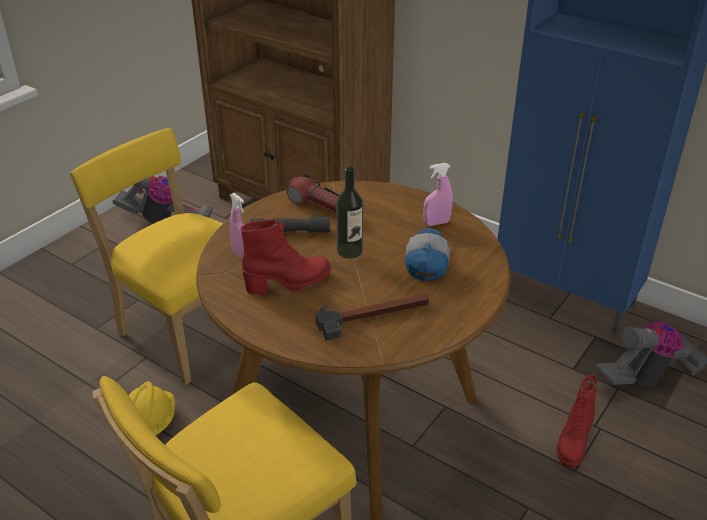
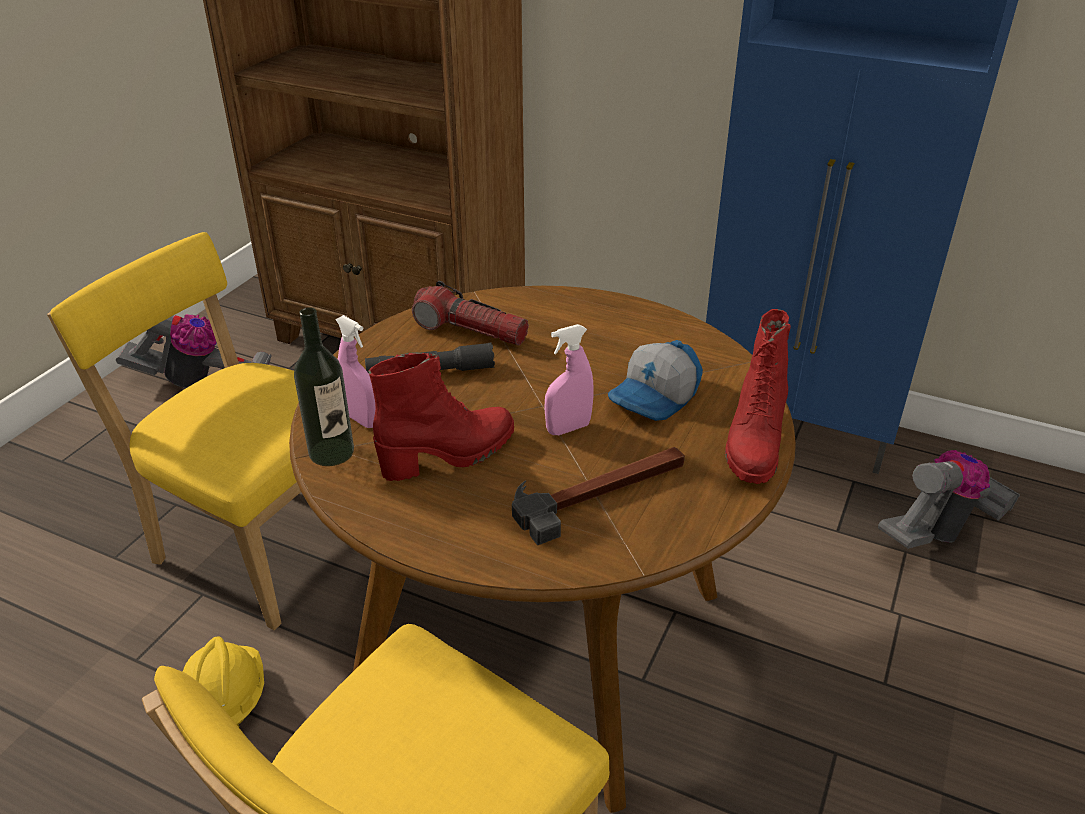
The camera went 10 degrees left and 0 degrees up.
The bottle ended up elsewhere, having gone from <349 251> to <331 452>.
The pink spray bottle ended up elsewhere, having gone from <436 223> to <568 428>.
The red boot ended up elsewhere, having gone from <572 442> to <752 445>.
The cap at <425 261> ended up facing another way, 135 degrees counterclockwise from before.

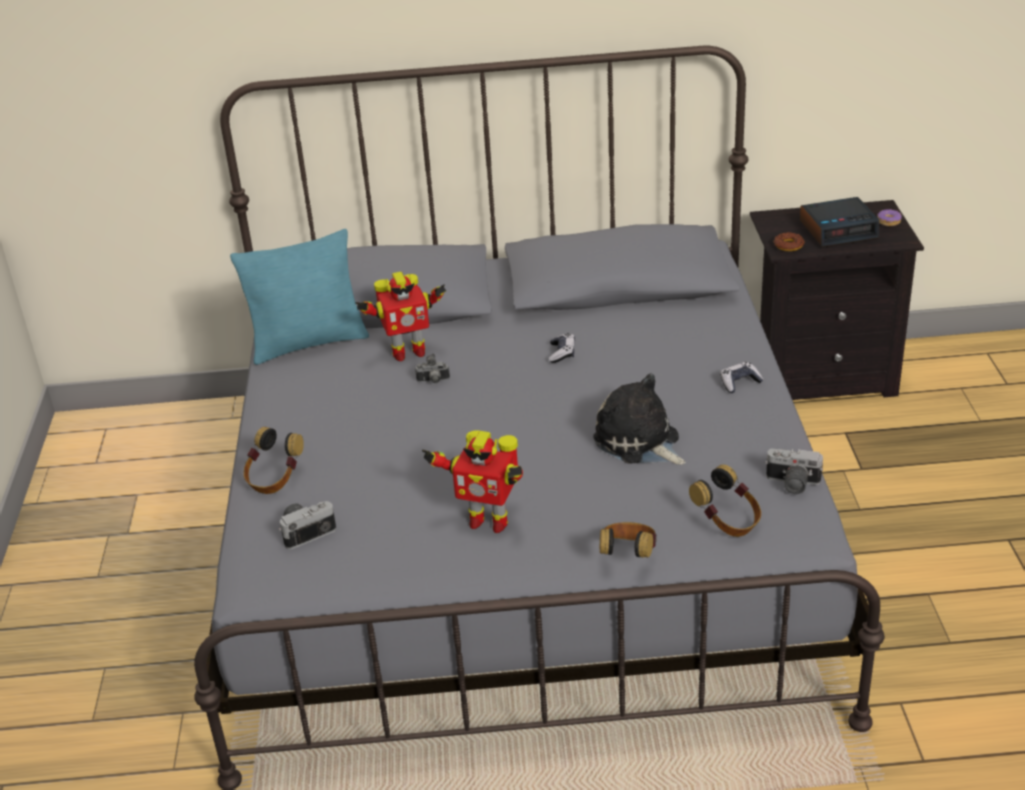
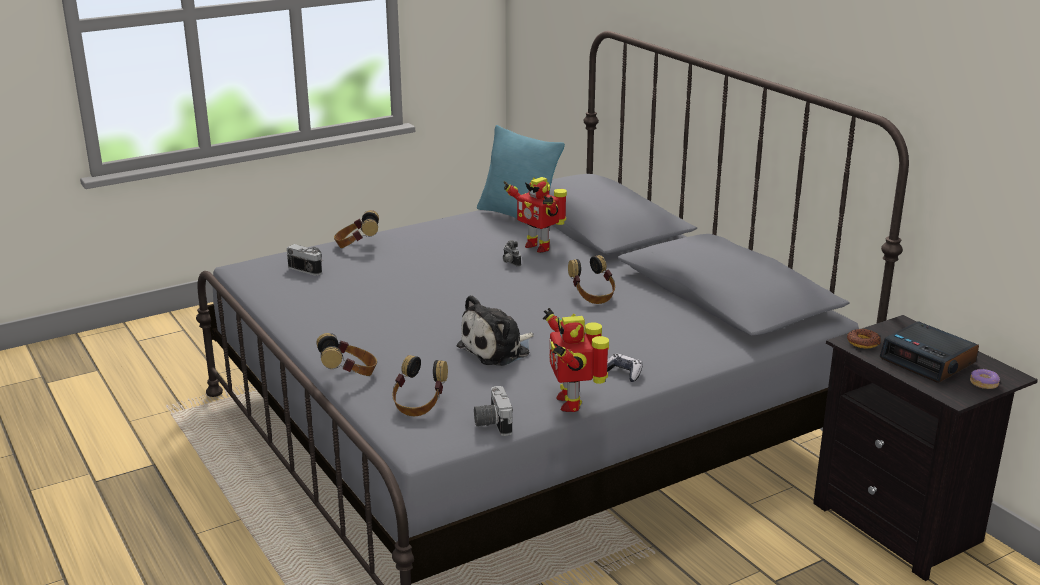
The camera went 60 degrees right and 10 degrees down.
The toy robot ended up elsewhere, having gone from <487 521> to <571 402>.
Where the game controller stood at <562 353>, the headphones came to stand at <592 296>.
The plush toy at <639 442> ended up facing another way, 150 degrees counterclockwise from before.

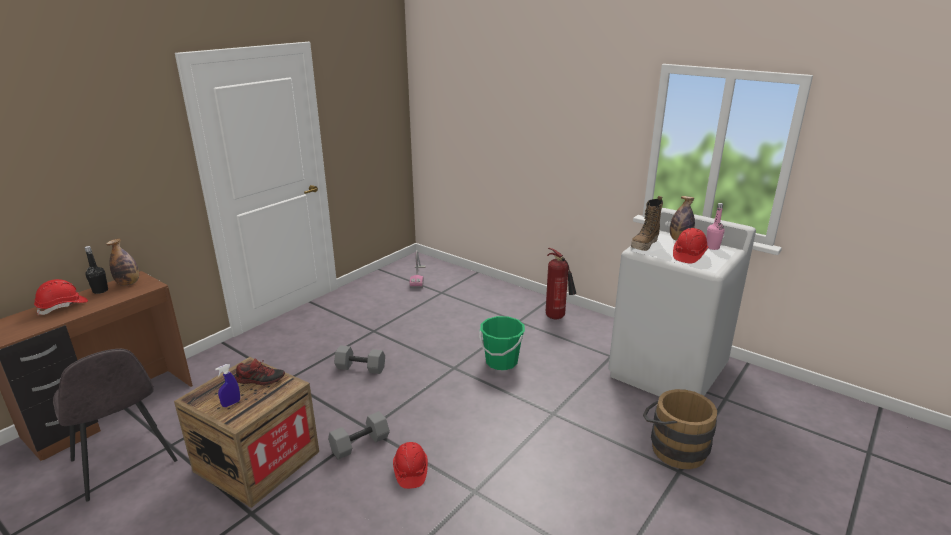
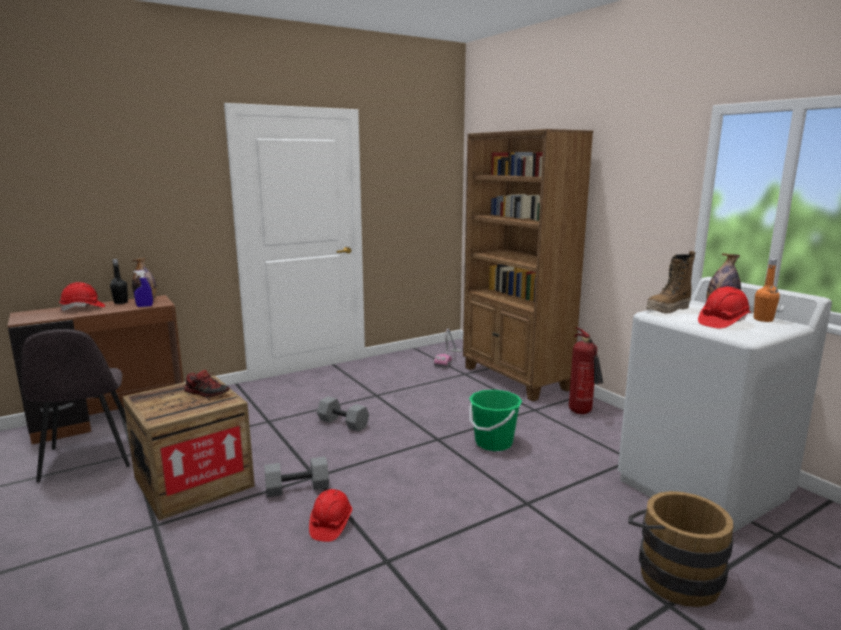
The camera went 20 degrees right and 10 degrees down.
The second view gained the brown bookcase at <515 379>.
The blue spray bottle ended up elsewhere, having gone from <231 403> to <144 306>.
What was the pink bottle at <712 247> turned into the orange bottle at <763 319>.

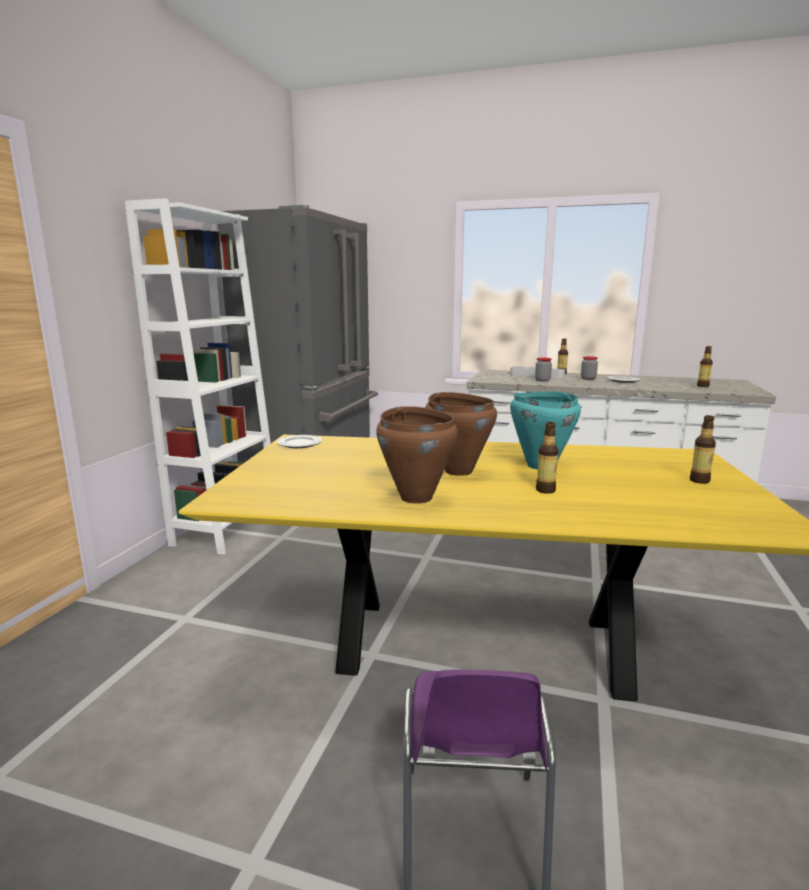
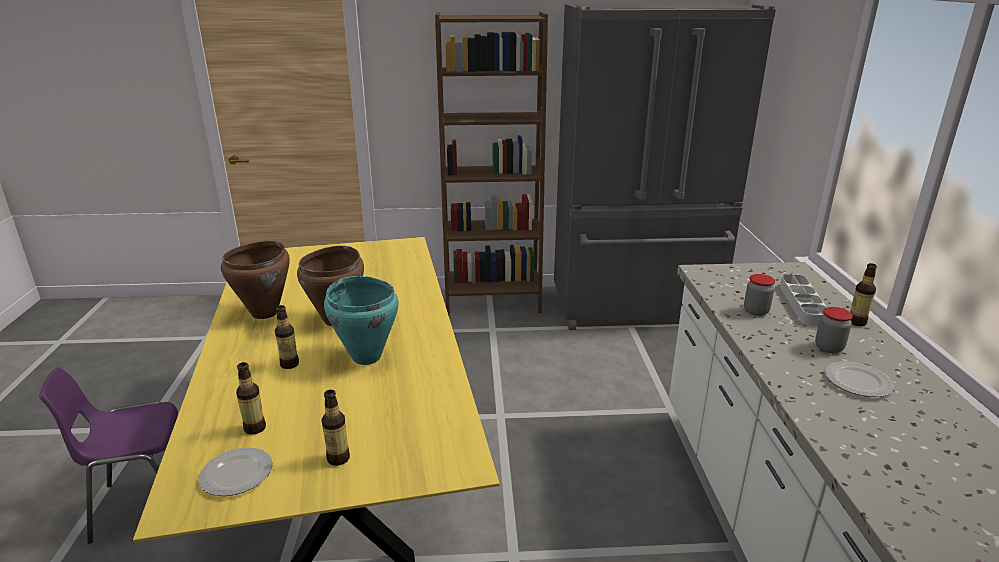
The camera went 70 degrees right and 10 degrees up.
The plate ended up elsewhere, having gone from <299 444> to <236 474>.
The bottle ended up elsewhere, having gone from <702 386> to <255 428>.
What was the white bookcase at <227 528> turned into the brown bookcase at <492 301>.

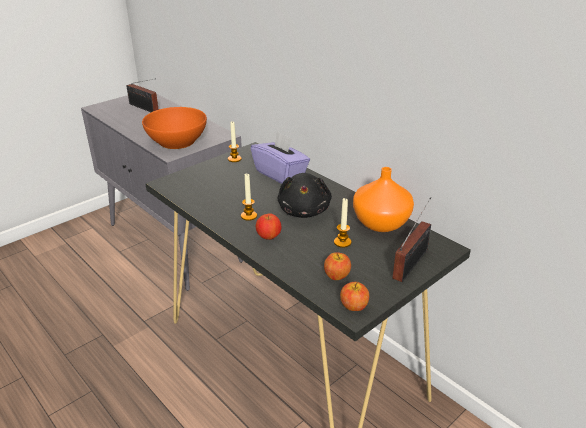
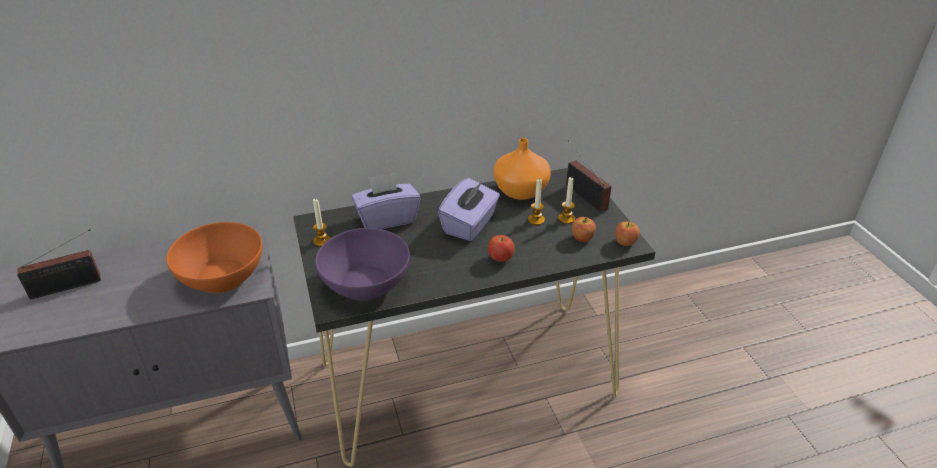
The camera went 65 degrees left and 5 degrees up.
The second view gained the purple bowl at <366 283>.
The candle ended up elsewhere, having gone from <249 216> to <566 218>.
Where the black plush toy stood at <304 210>, the purple tissue box came to stand at <470 225>.

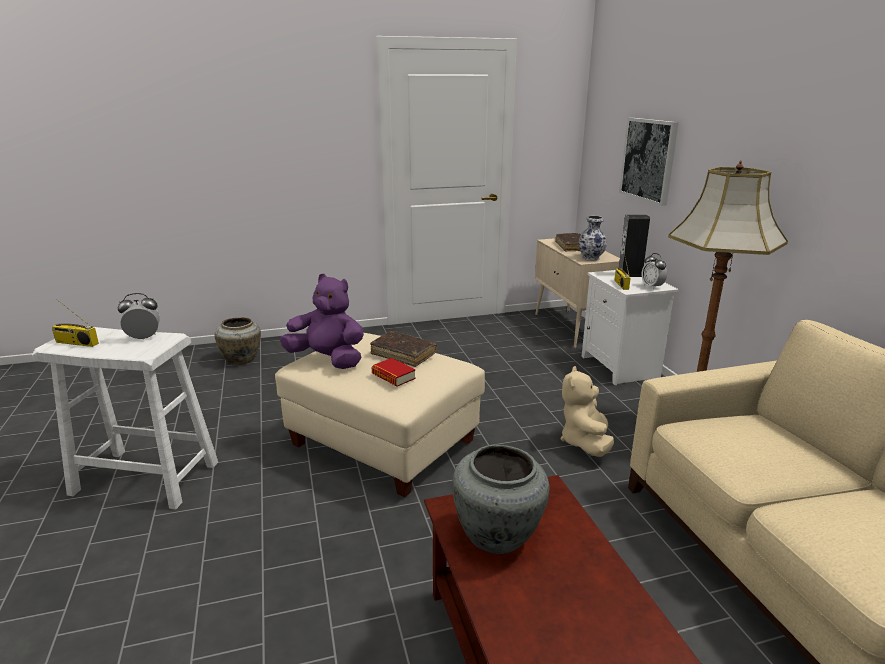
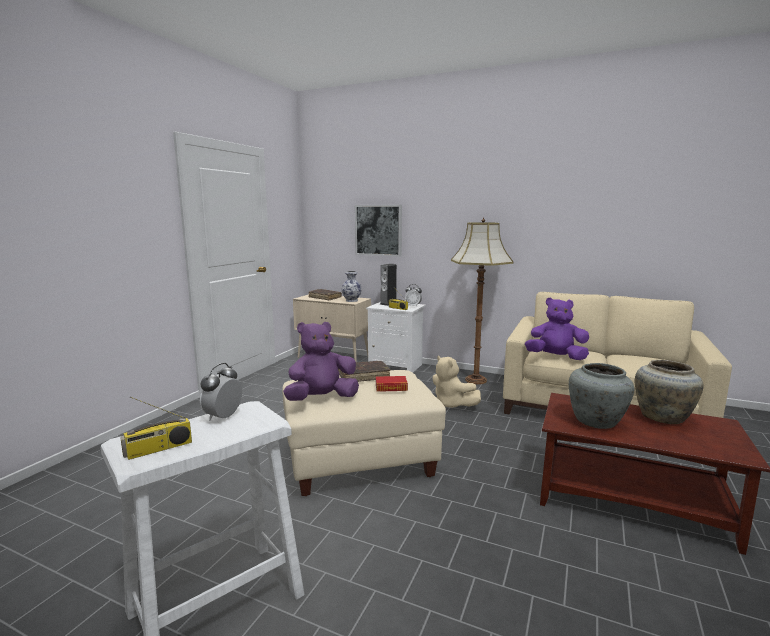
The camera went 50 degrees left and 10 degrees down.
The second view gained the purple plush toy at <556 357>.
The beige vase ended up elsewhere, having gone from <242 360> to <663 417>.

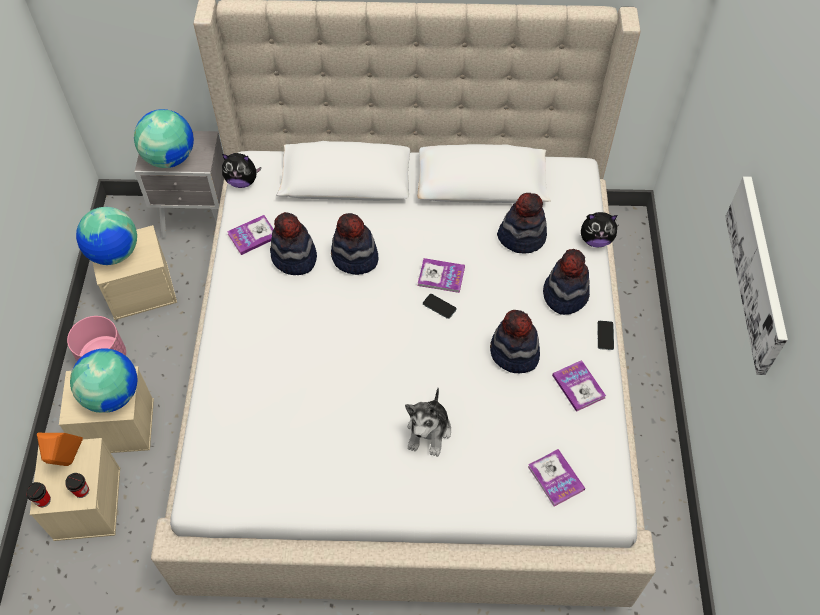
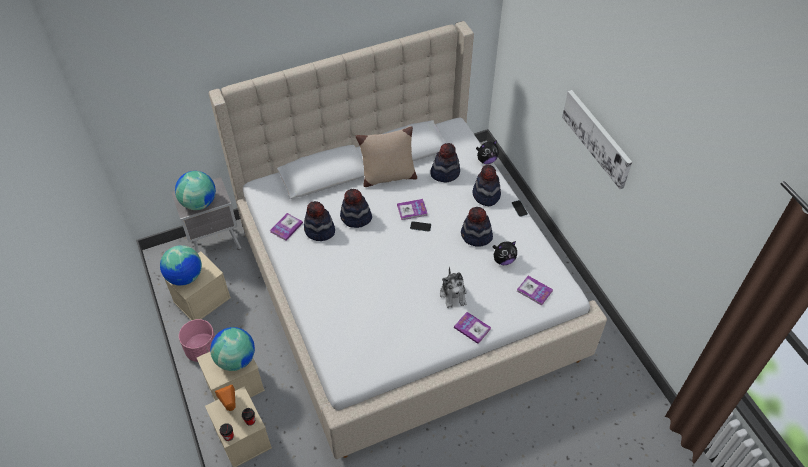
The camera went 25 degrees left and 5 degrees down.
The second view gained the beige pillow at <387 177>.
The plush toy ended up elsewhere, having gone from <242 181> to <503 260>.
The book ended up elsewhere, having gone from <578 386> to <472 328>.

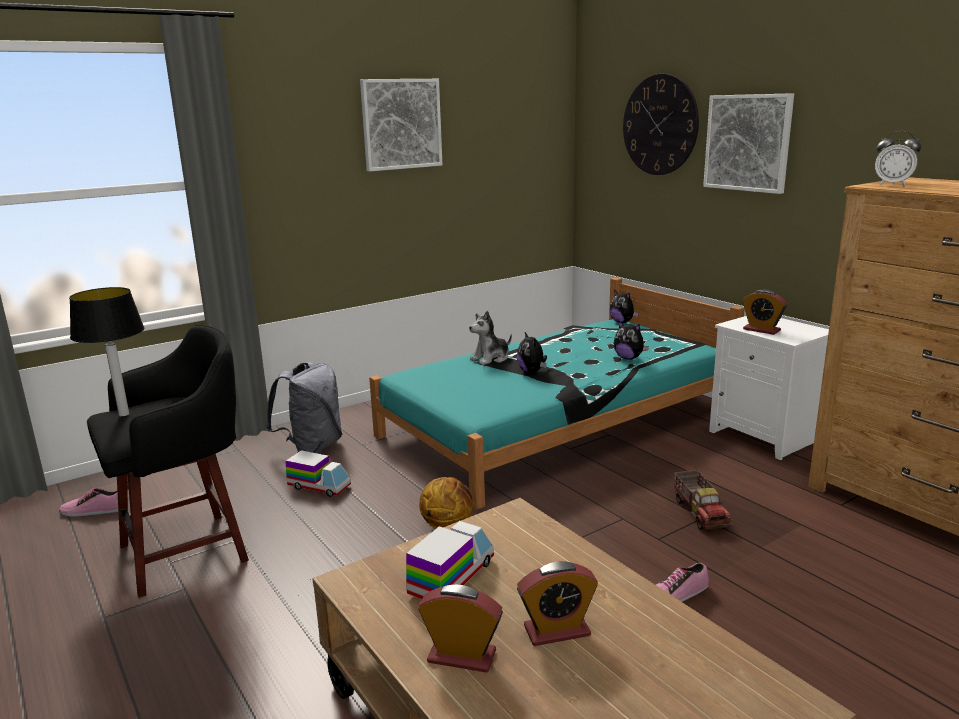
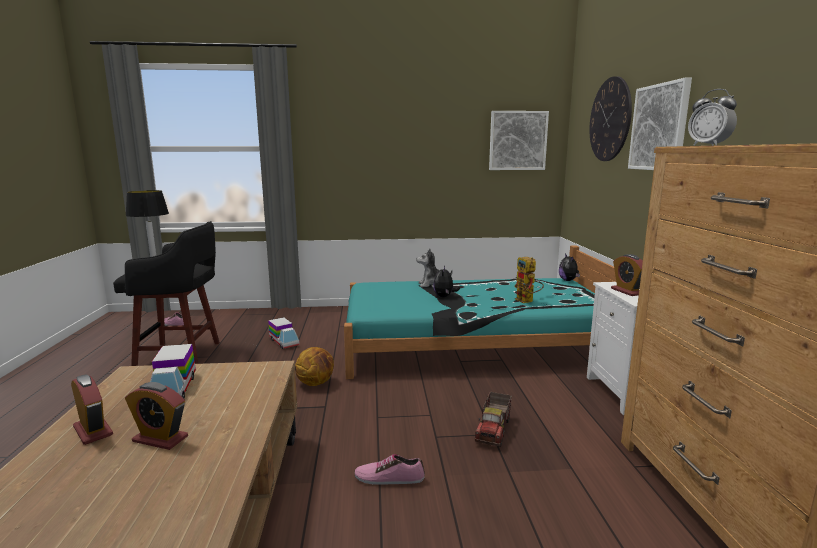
The camera went 30 degrees right and 5 degrees down.
The second view lost the grey backpack at <311 448>.
The picture ended up elsewhere, having gone from <401 124> to <517 140>.
Where the plush toy stood at <628 358>, the toy robot came to stand at <527 301>.
The toy truck at <452 577> ended up facing another way, 105 degrees clockwise from before.

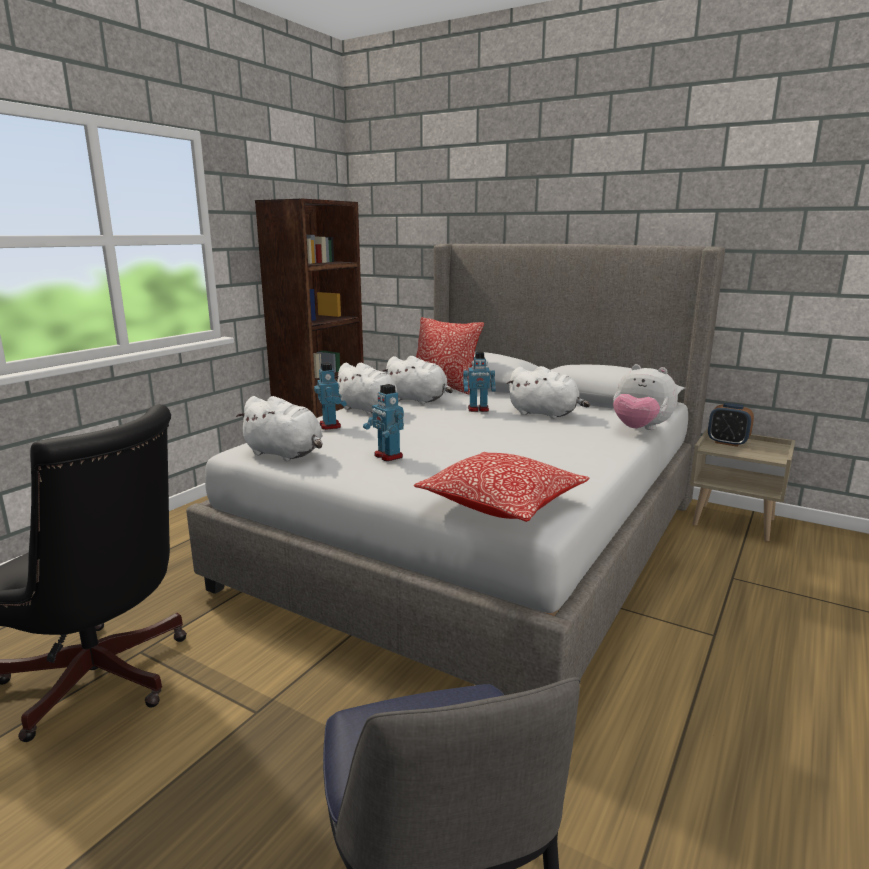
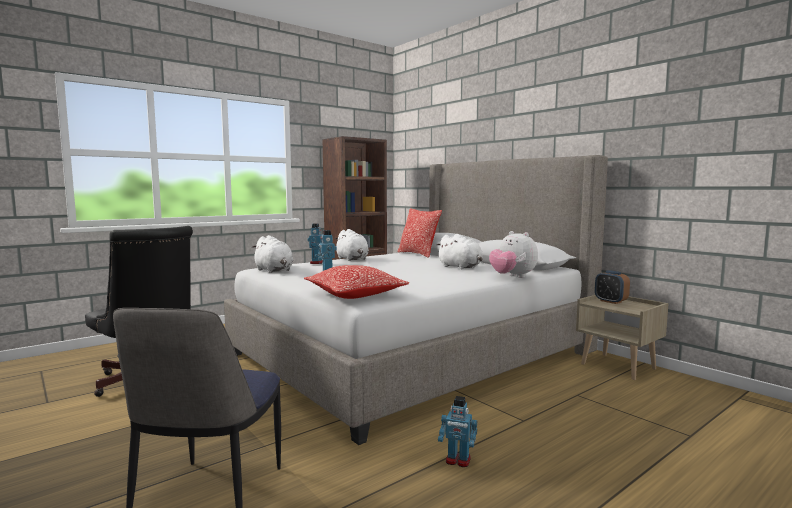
The camera went 20 degrees right and 10 degrees down.
The second view lost the white plush toy at <418 400>.
The toy robot ended up elsewhere, having gone from <478 409> to <458 461>.

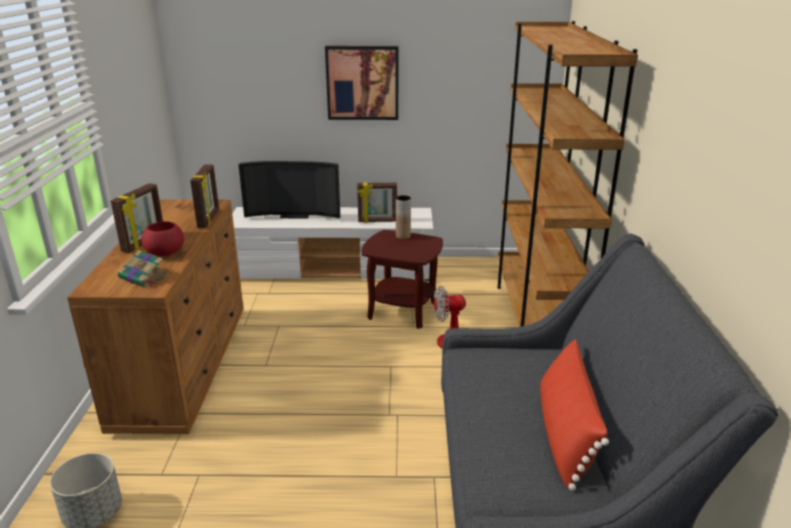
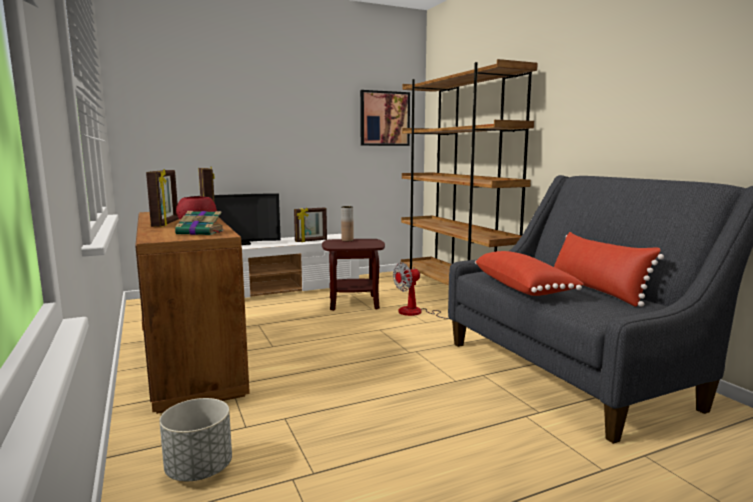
The camera went 25 degrees left and 15 degrees down.
The second view gained the red pillow at <523 287>.
The picture ended up elsewhere, having gone from <362 83> to <384 118>.

